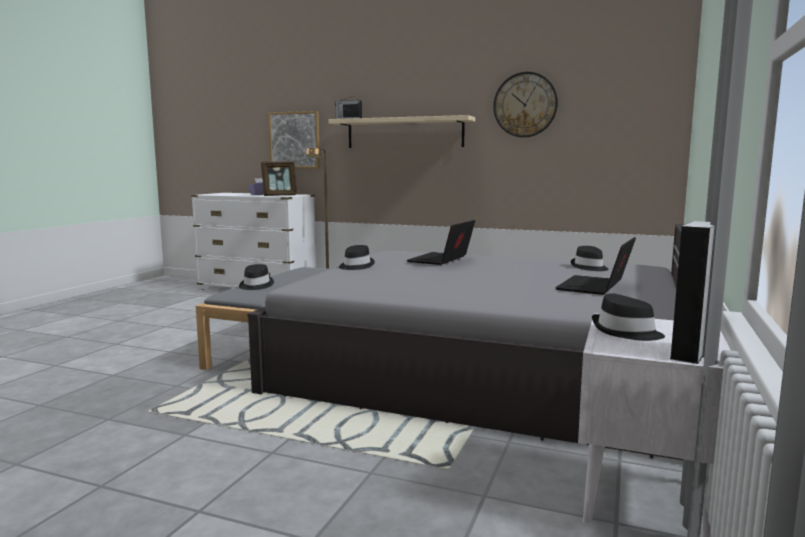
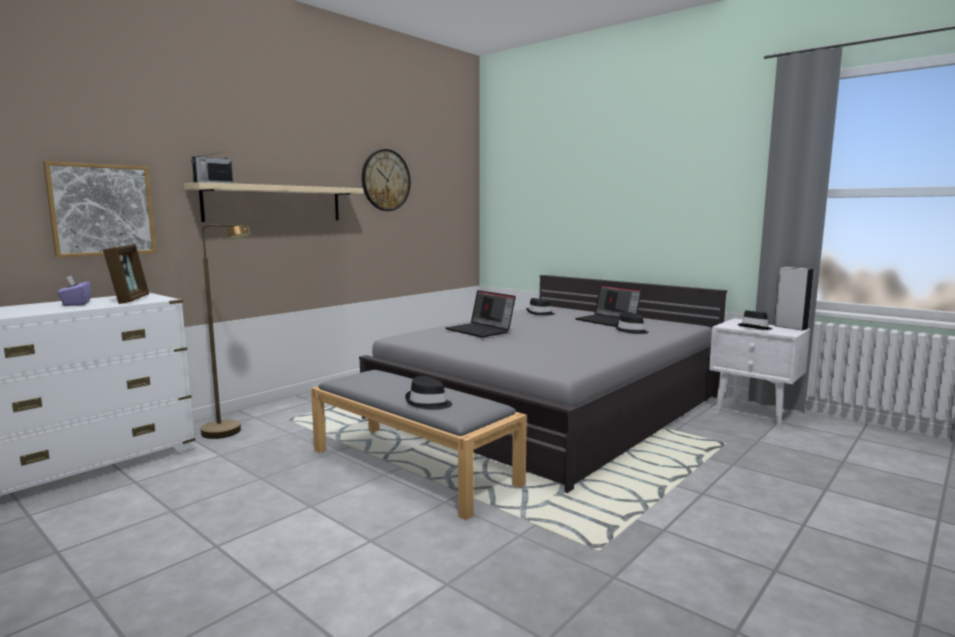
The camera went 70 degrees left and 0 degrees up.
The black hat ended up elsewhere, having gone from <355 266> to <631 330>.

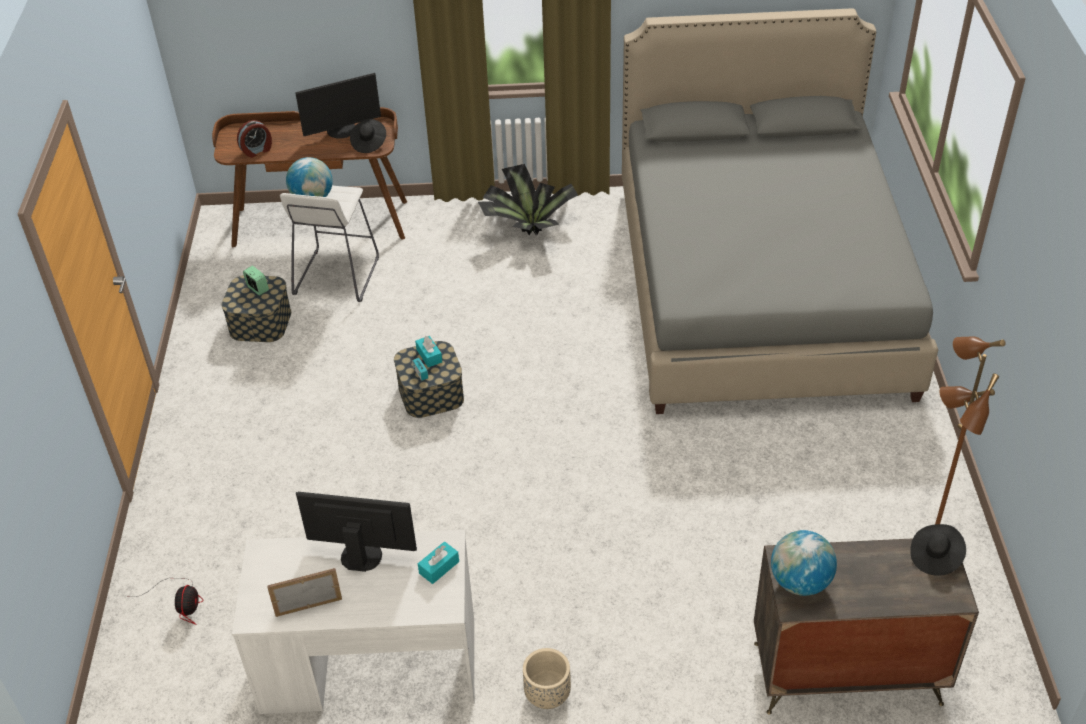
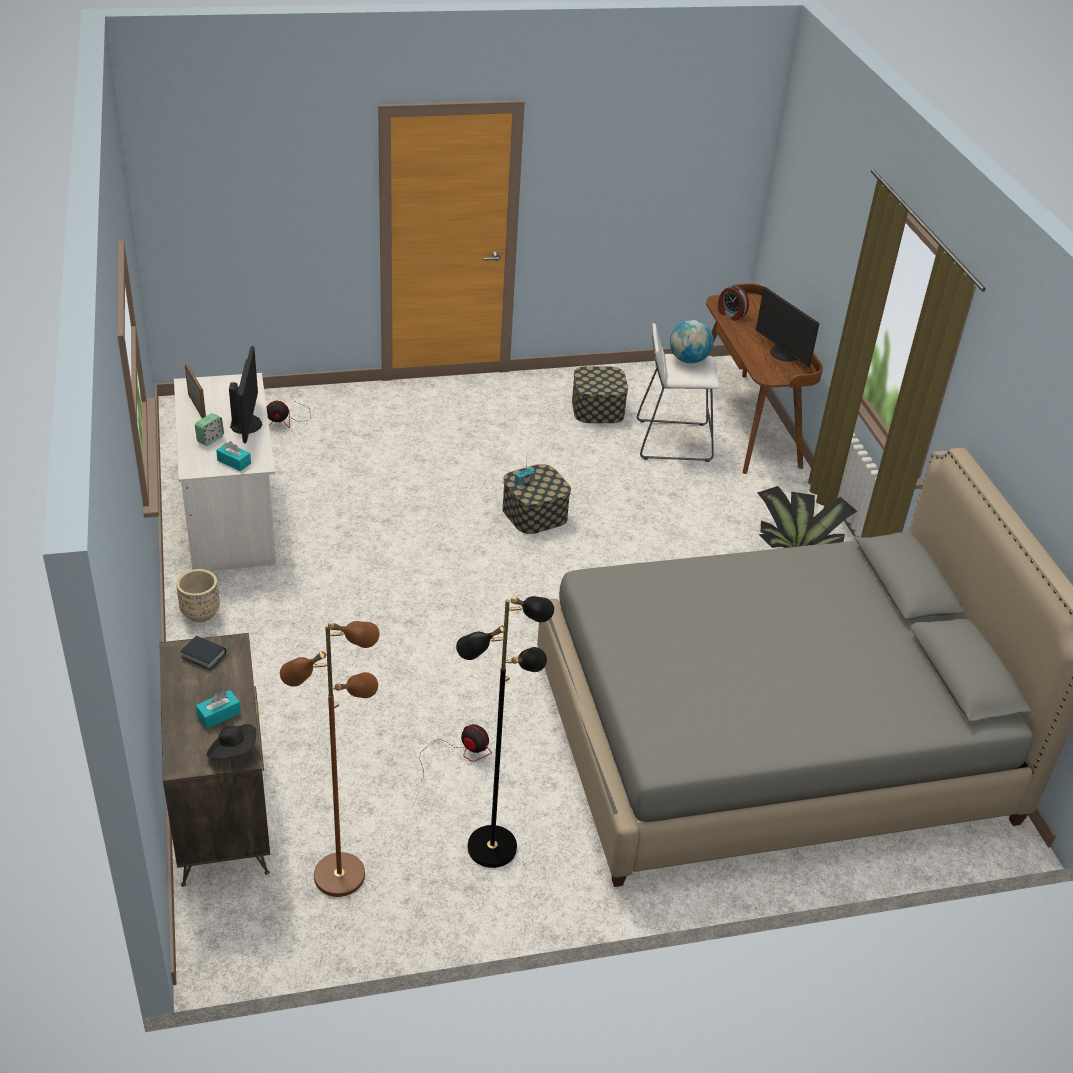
The camera went 75 degrees right and 5 degrees down.
The second view lost the black hat at <369 143>.
The second view gained the fan at <458 754>.
The second view gained the black floor lamp at <492 846>.
The alarm clock ended up elsewhere, having gone from <257 289> to <210 439>.
The turquoise tissue box ended up elsewhere, having gone from <429 356> to <219 715>.
Where the globe stood at <800 582>, the book came to stand at <203 655>.

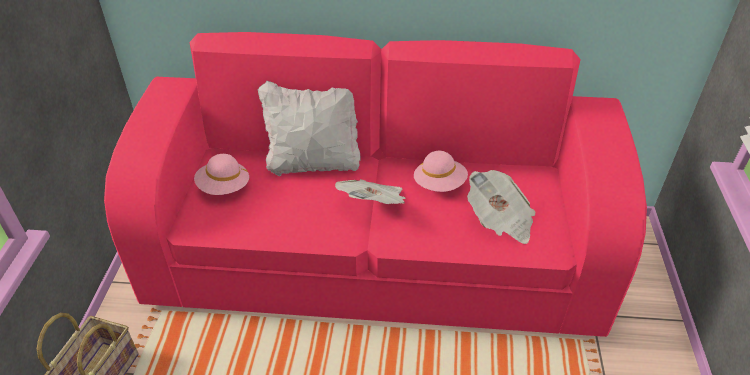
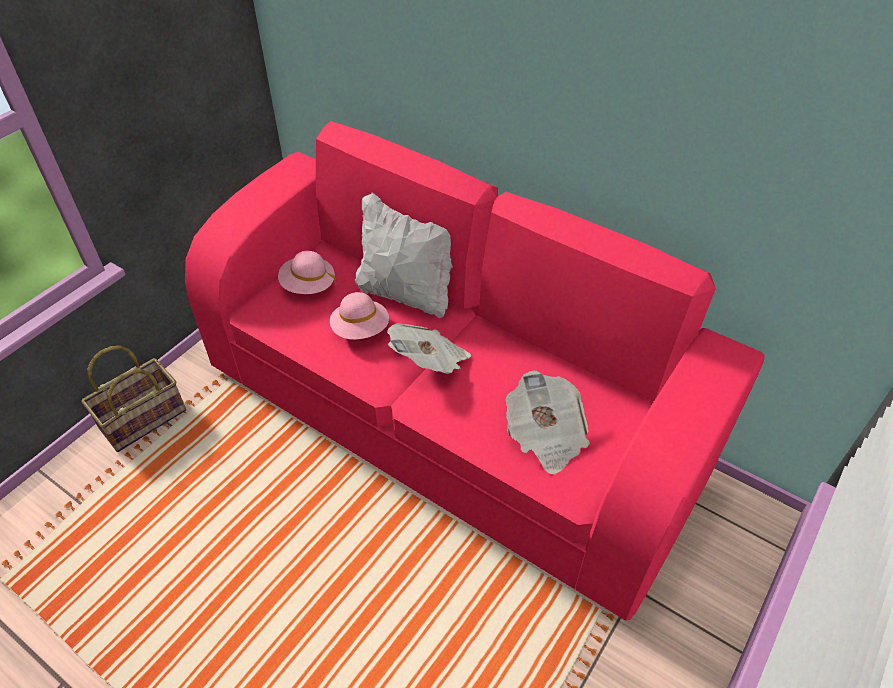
The camera went 30 degrees right and 5 degrees up.
The pink hat ended up elsewhere, having gone from <439 184> to <360 329>.

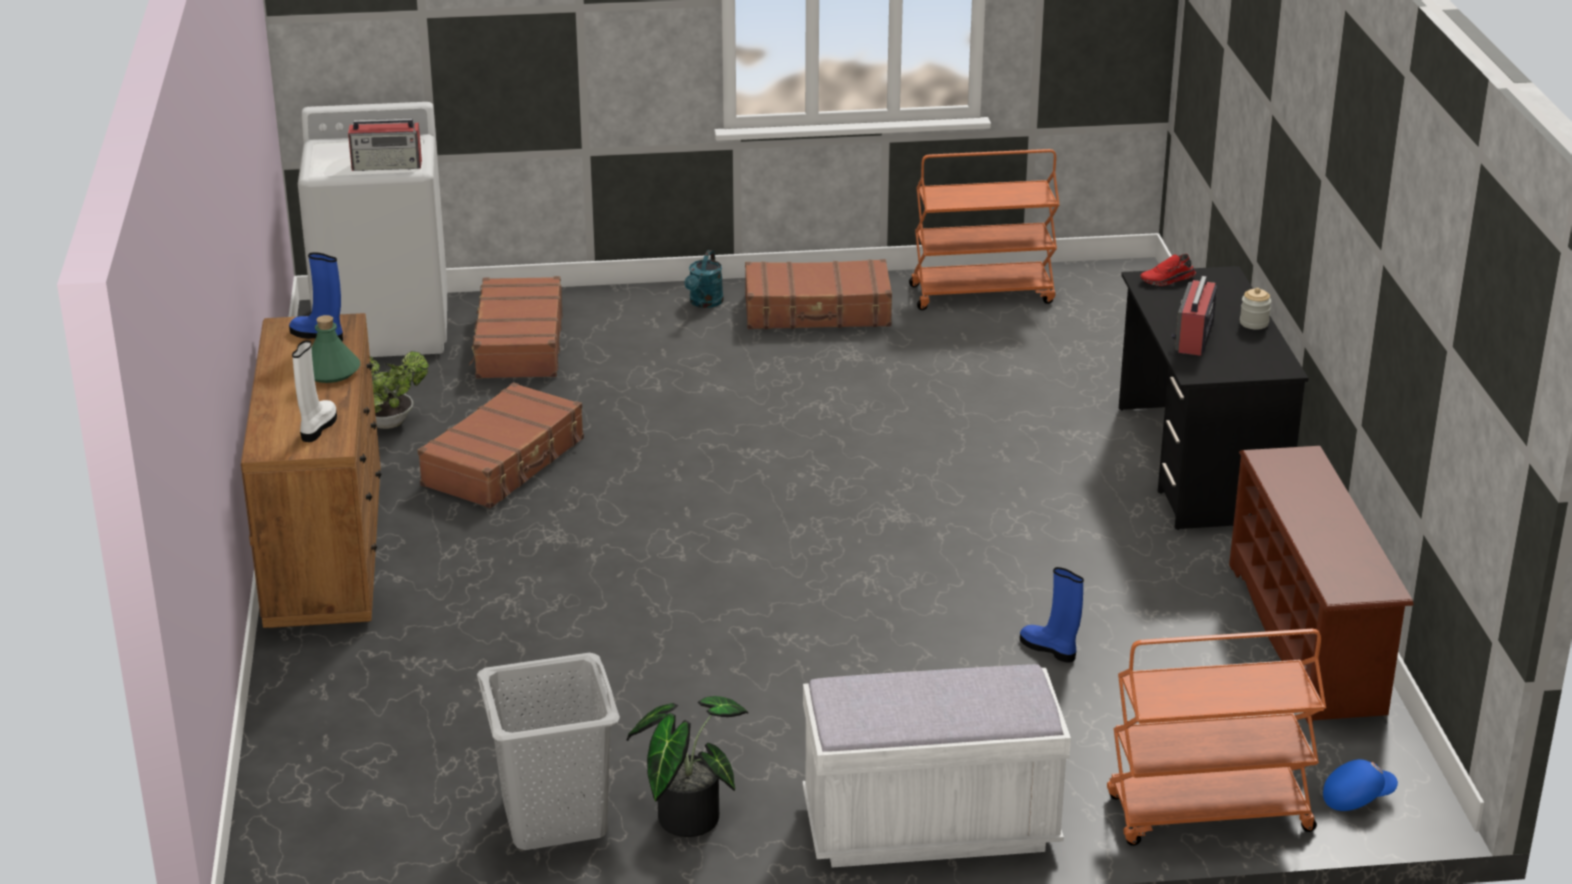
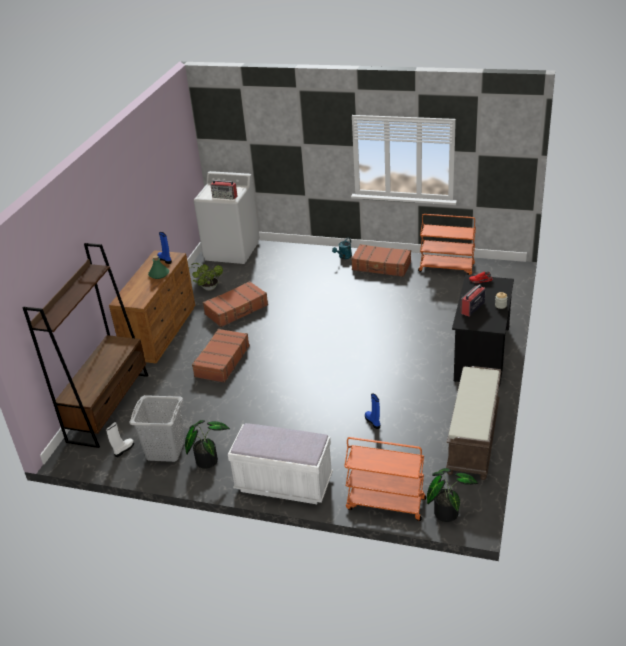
The camera went 25 degrees right and 5 degrees up.
The second view gained the brown bookcase at <109 407>.
The white boot ended up elsewhere, having gone from <318 427> to <123 449>.
The brown suitcase ended up elsewhere, having gone from <518 344> to <222 361>.
Where the brown shoe rack stood at <1308 638>, the brown bench came to stand at <474 438>.
Where the blue cap stood at <1357 797>, the potted plant came to stand at <446 511>.

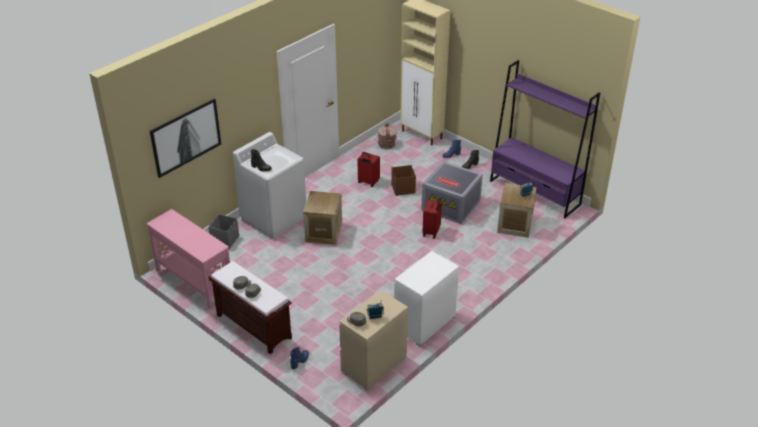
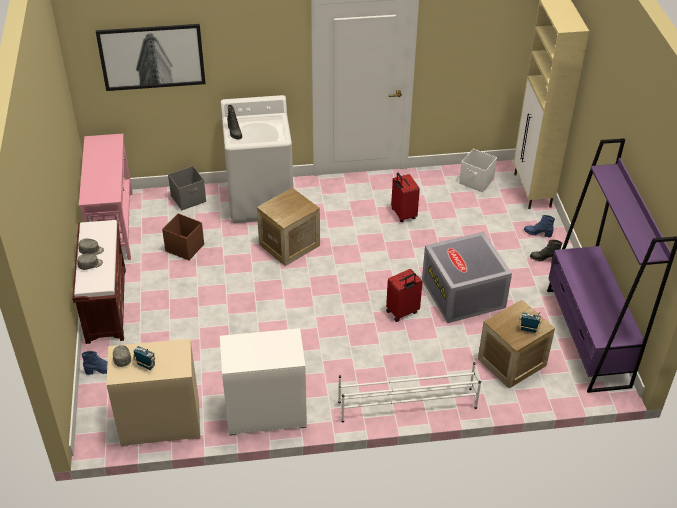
The camera went 40 degrees right and 5 degrees up.
The second view gained the white shoe rack at <406 404>.
The brown storage box ended up elsewhere, having gone from <402 189> to <184 247>.
Where the brown bucket stood at <387 145>, the white storage box came to stand at <476 181>.

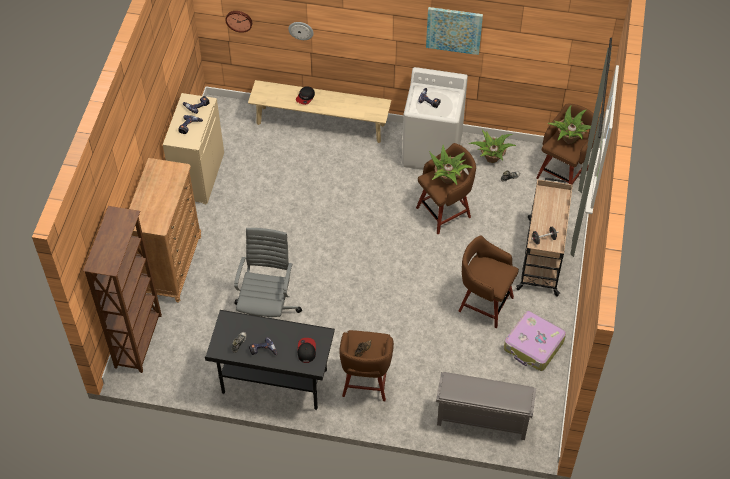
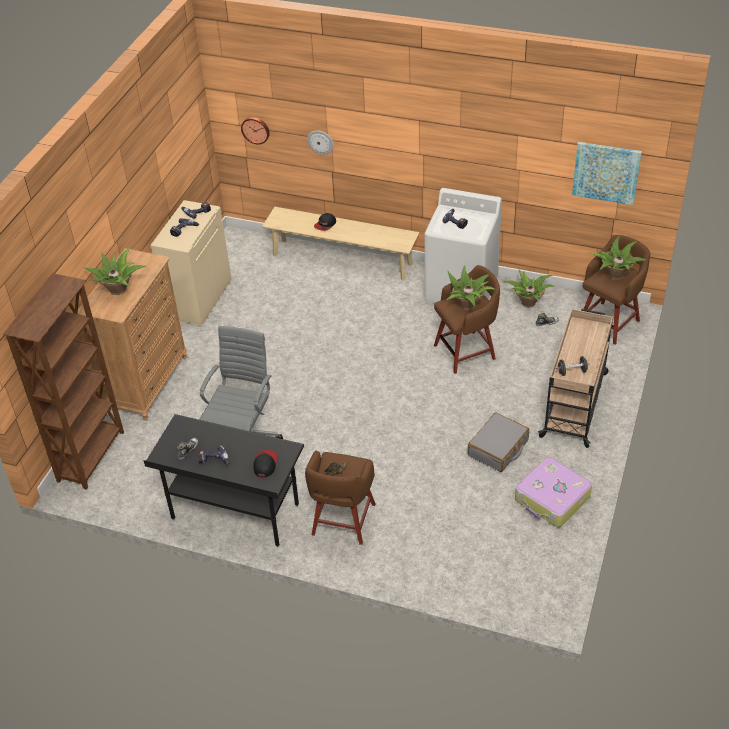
The camera went 10 degrees right and 10 degrees down.
The second view lost the grey shoe rack at <481 419>.
The second view gained the potted plant at <119 289>.
The picture ended up elsewhere, having gone from <454 30> to <606 172>.
Where the brown stool stood at <484 303>, the grey suitcase came to stand at <498 448>.

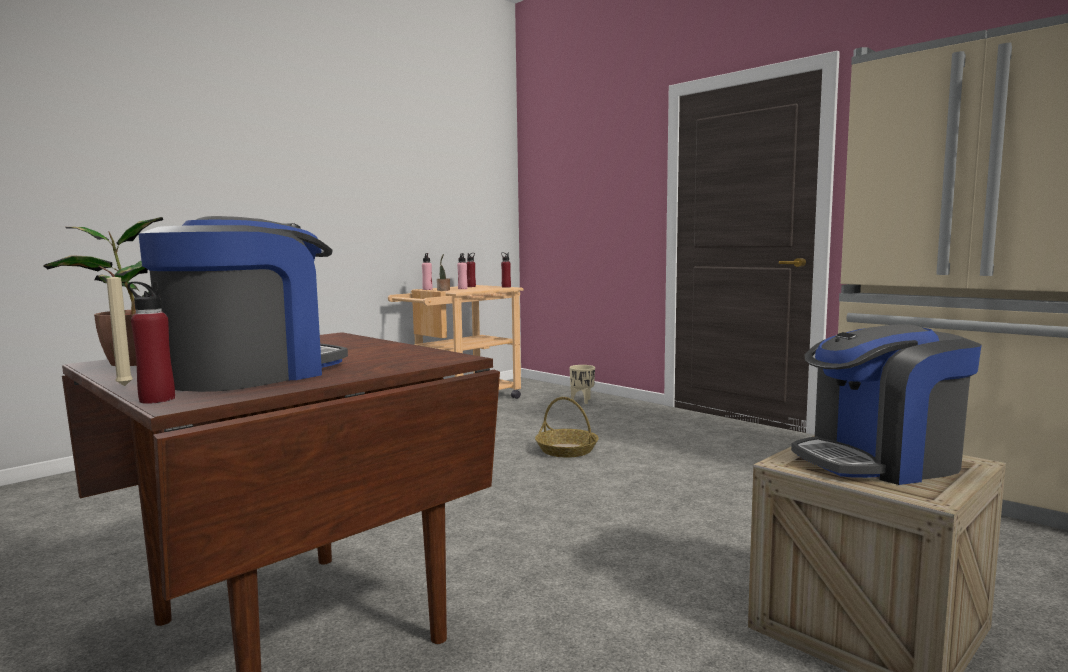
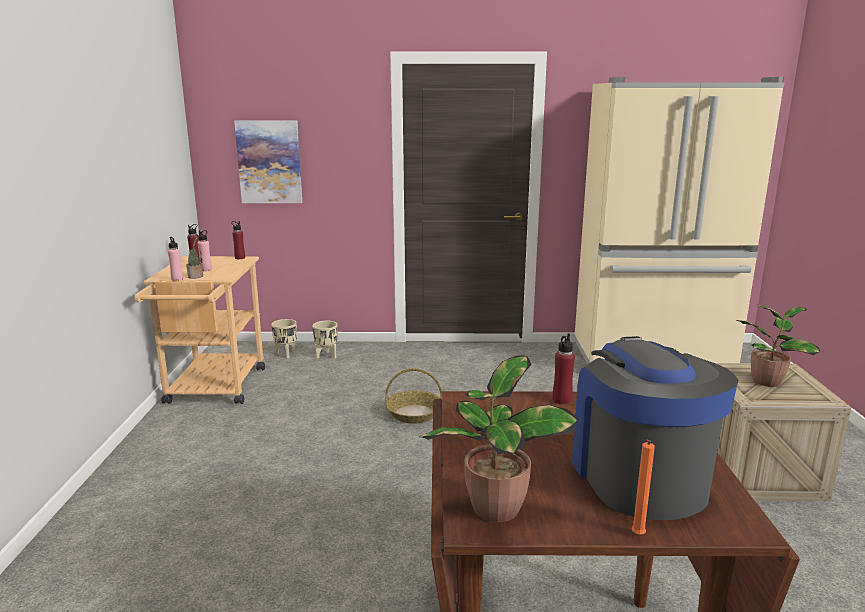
The camera went 45 degrees left and 10 degrees up.
The second view gained the picture at <269 162>.
The second view gained the beige planter at <286 354>.
The red bottle ended up elsewhere, having gone from <157 399> to <561 400>.
Where the coffee machine stood at <879 461>, the potted plant came to stand at <768 381>.
What was the beige candle at <122 386> turned into the orange candle at <637 536>.

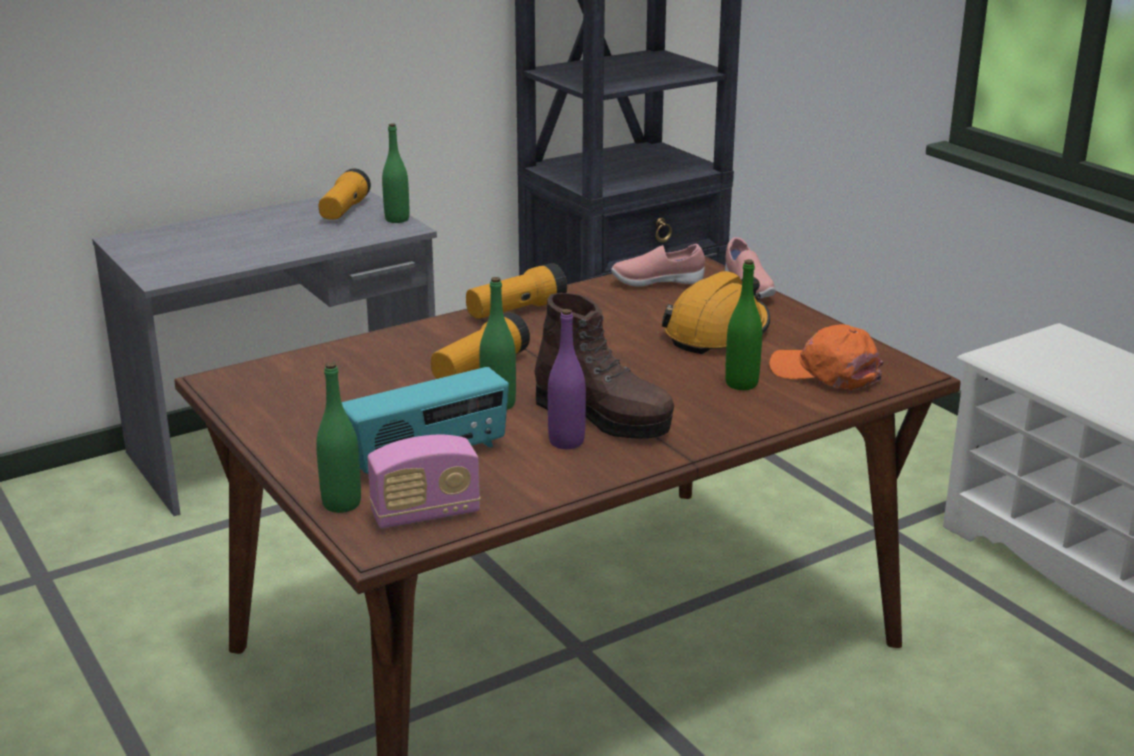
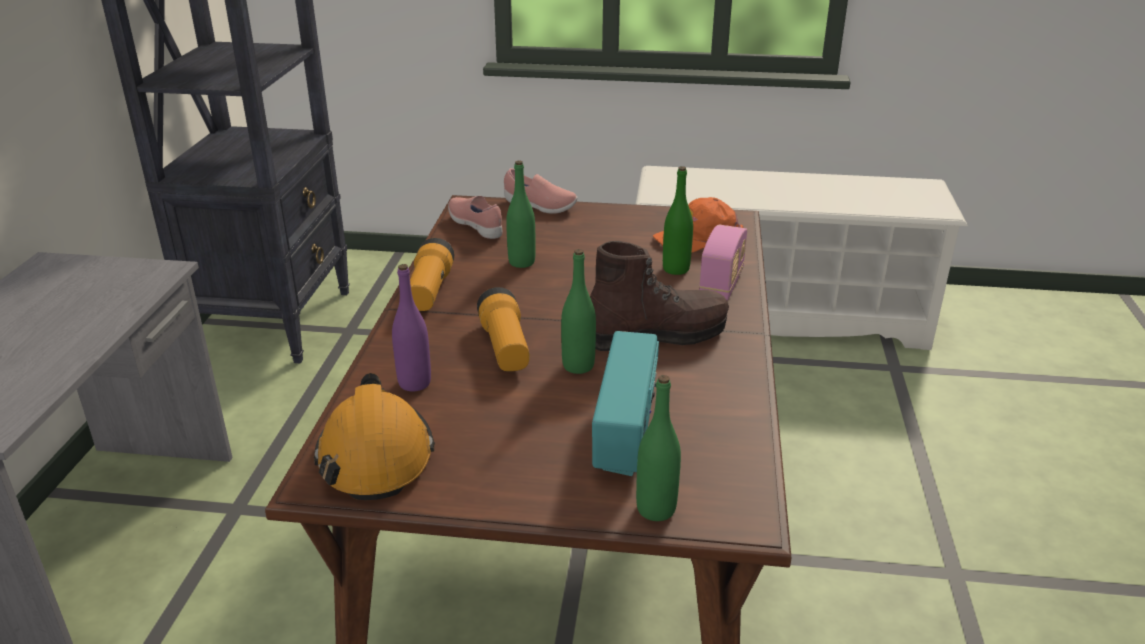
The camera went 50 degrees left and 5 degrees up.
The second view lost the flashlight at <344 210>.
The radio ended up elsewhere, having gone from <425 514> to <721 284>.
The green bottle ended up elsewhere, having gone from <397 219> to <521 262>.
The purple bottle ended up elsewhere, having gone from <566 442> to <414 383>.
The orange hard hat ended up elsewhere, having gone from <717 332> to <375 455>.
The pink shoe at <657 282> ended up facing another way, 105 degrees clockwise from before.

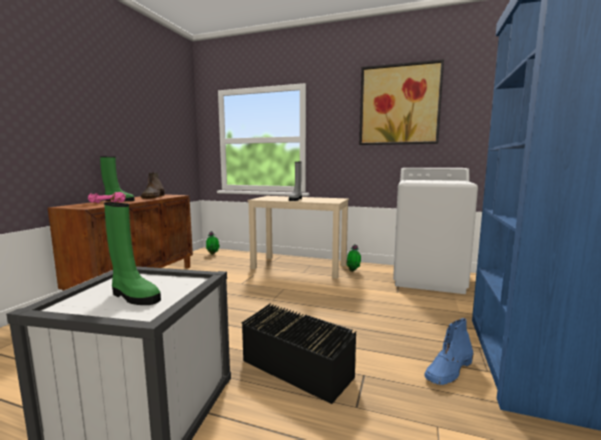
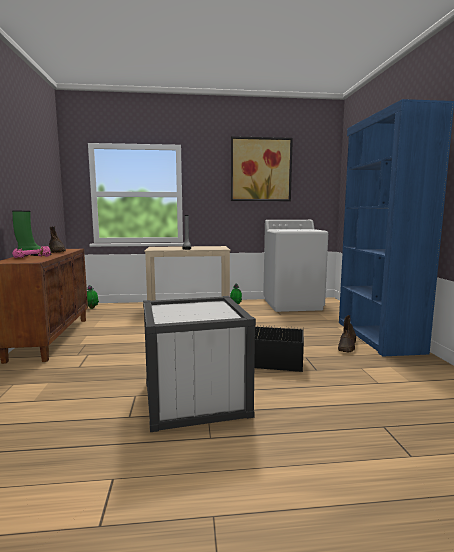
The camera went 25 degrees left and 0 degrees up.
The second view lost the green boot at <134 296>.
What was the blue boot at <449 371> turned into the brown boot at <347 347>.

